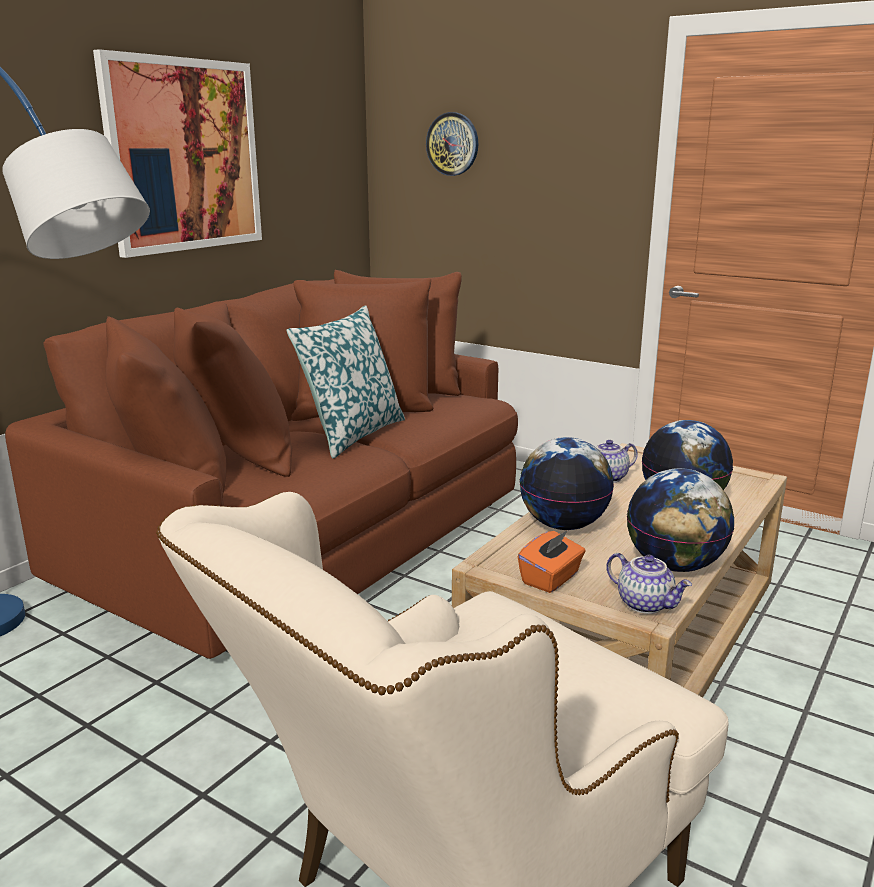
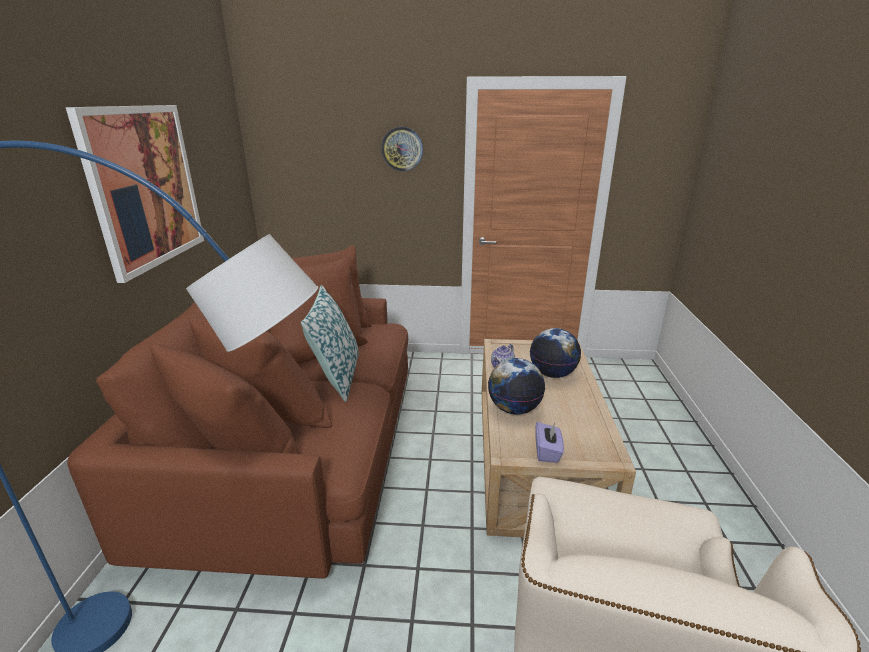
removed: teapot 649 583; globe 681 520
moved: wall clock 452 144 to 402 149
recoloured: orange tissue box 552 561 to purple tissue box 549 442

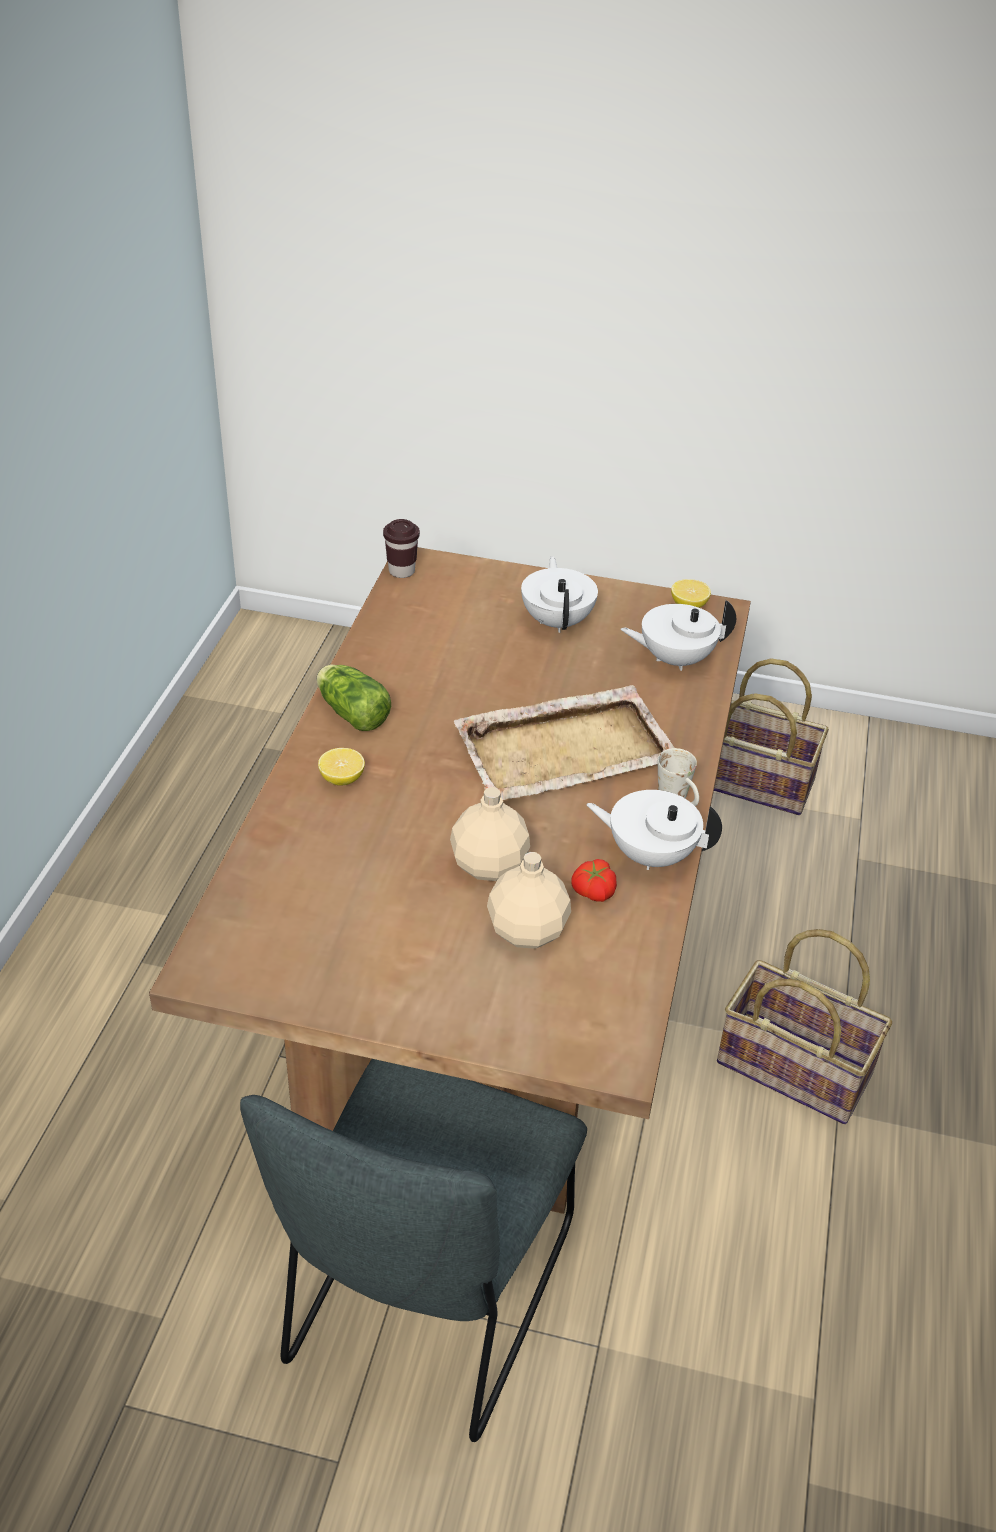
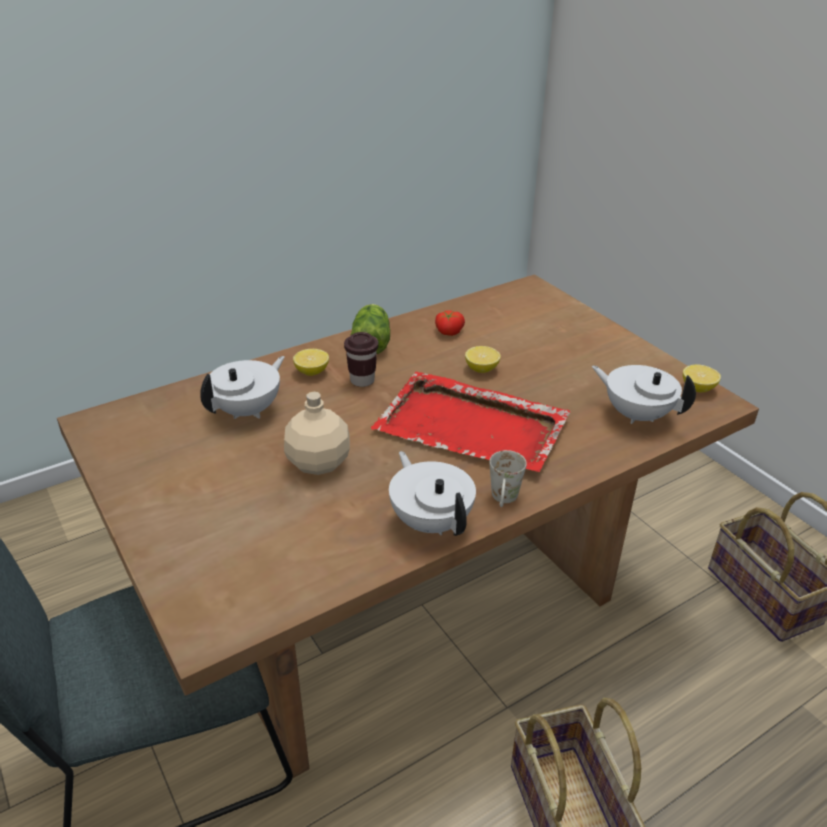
removed: beige bottle 529 900
added: lemon 483 359
moved: white teapot 559 594 to 242 387; brown cup 401 548 to 361 359; tomato 594 880 to 450 323
recoloured: beige tray 564 742 to red tray 470 422

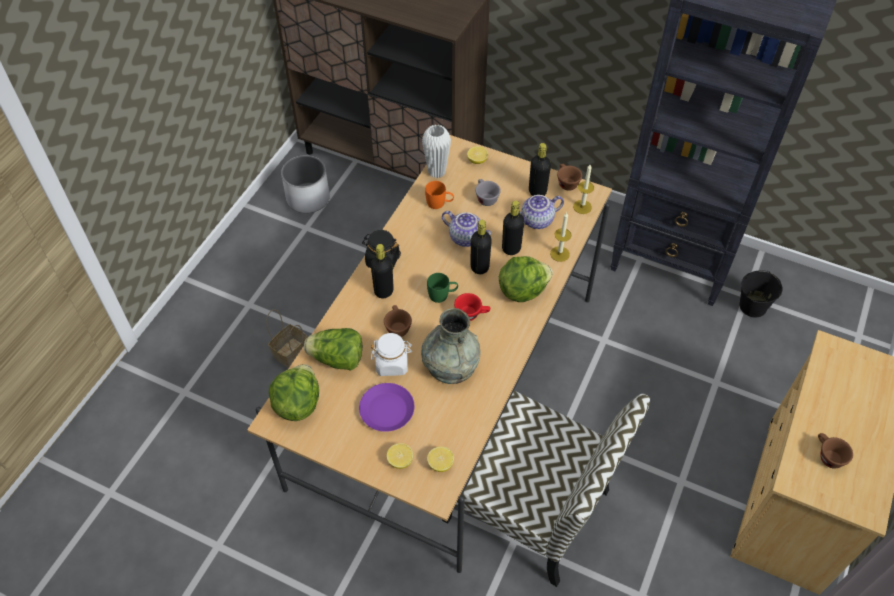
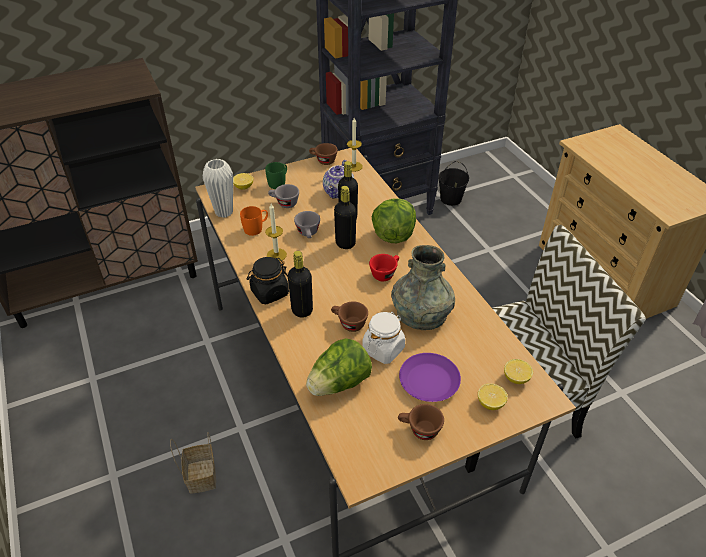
removed: lettuce 294 392; white planter 305 184; black bottle 540 169
moved: green mug 442 288 to 276 175; candle 560 237 to 276 232; brown cup 835 451 to 421 422
replaced: teapot 466 229 to grey cup 307 224

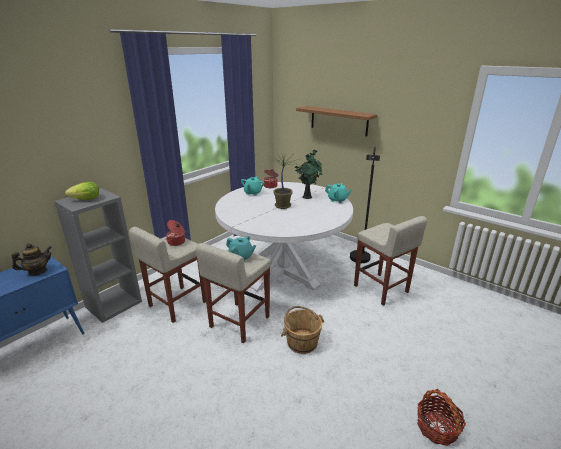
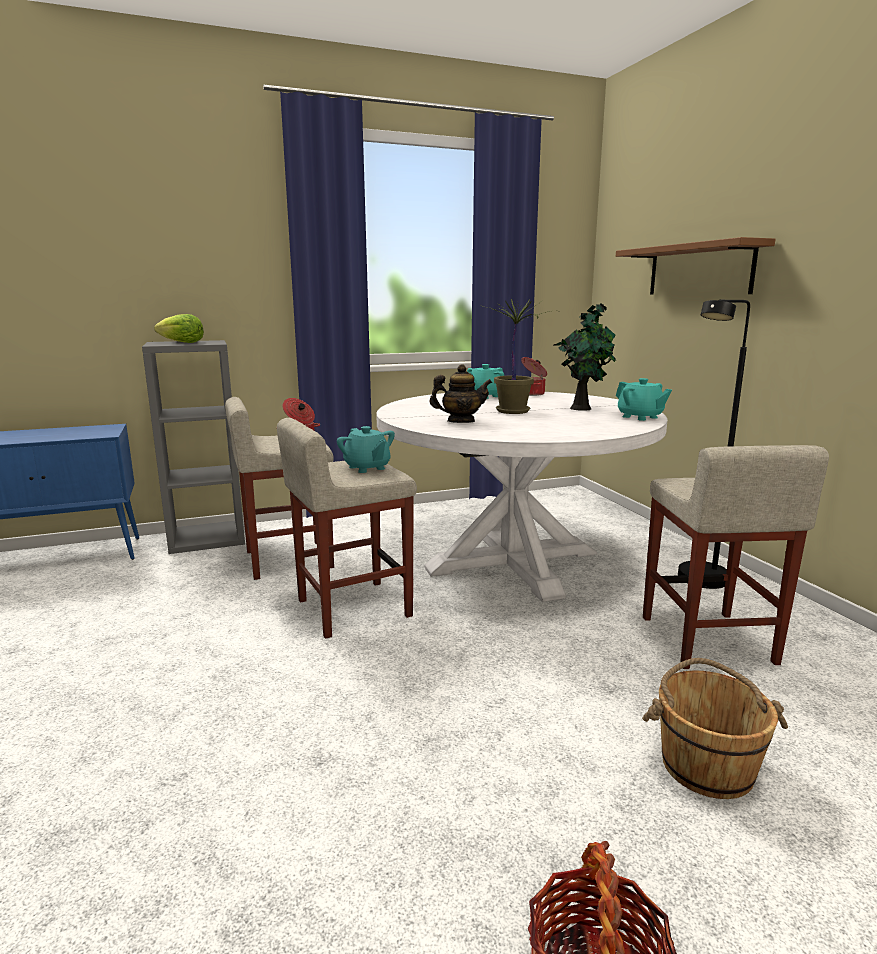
moved: teapot 31 259 to 460 393; brown bucket 302 330 to 715 728

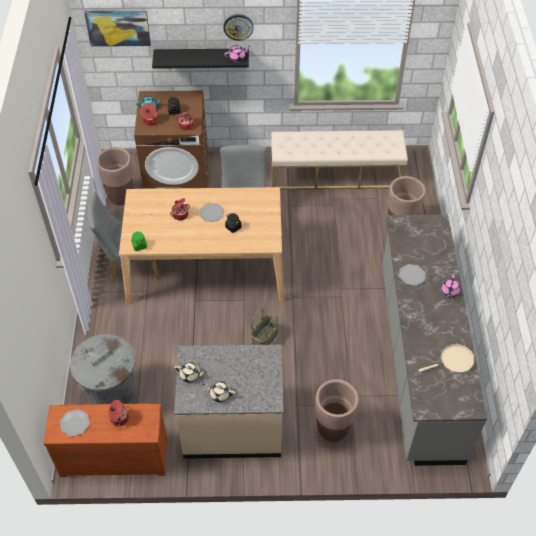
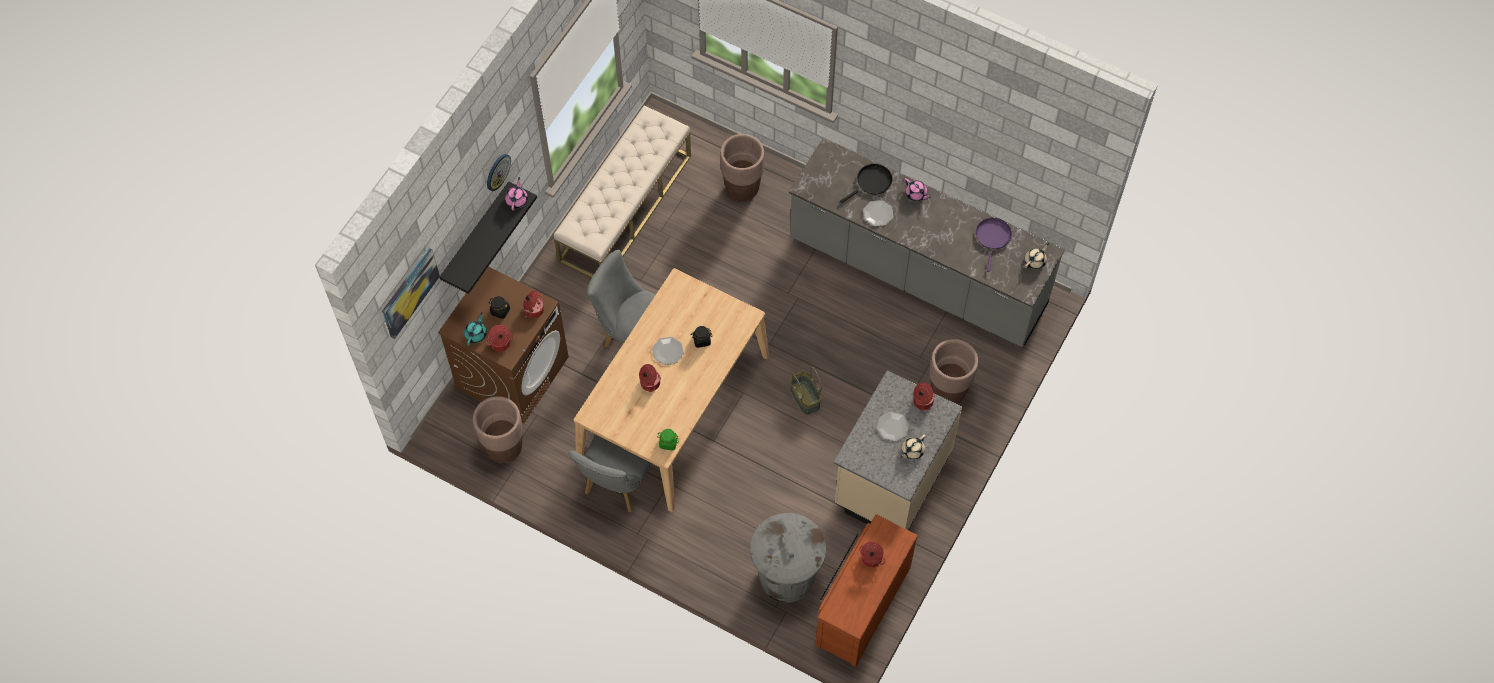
added: black frying pan 866 183; cooking pot 924 396
moved: plate 75 423 to 893 426; beige teapot 190 372 to 1036 256
recoloured: beige frying pan 447 358 to purple frying pan 994 245

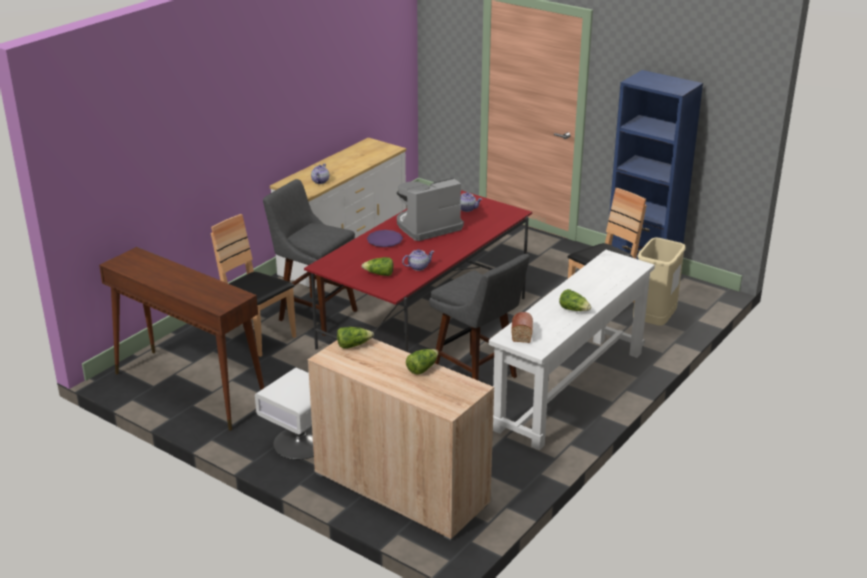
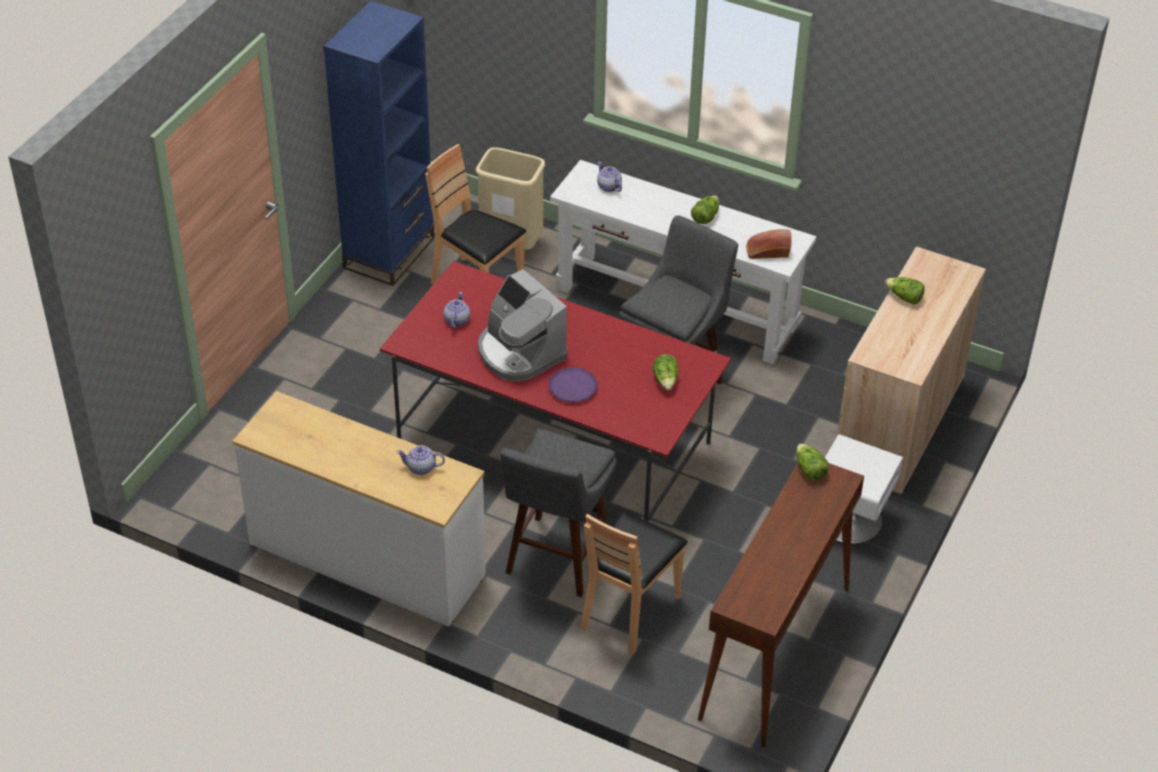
moved: teapot 418 260 to 609 177; lettuce 355 338 to 813 462

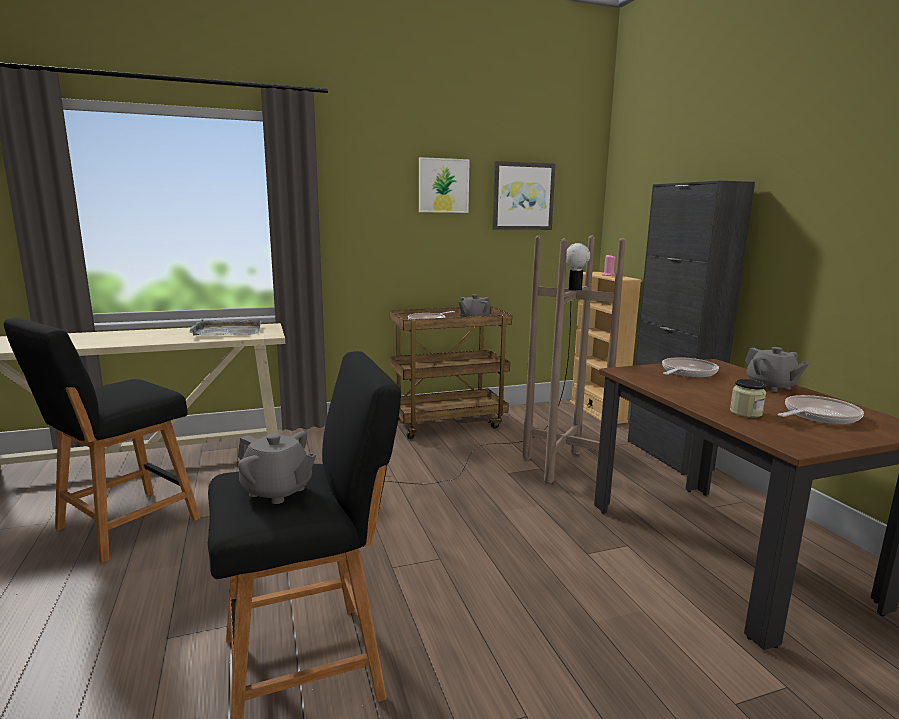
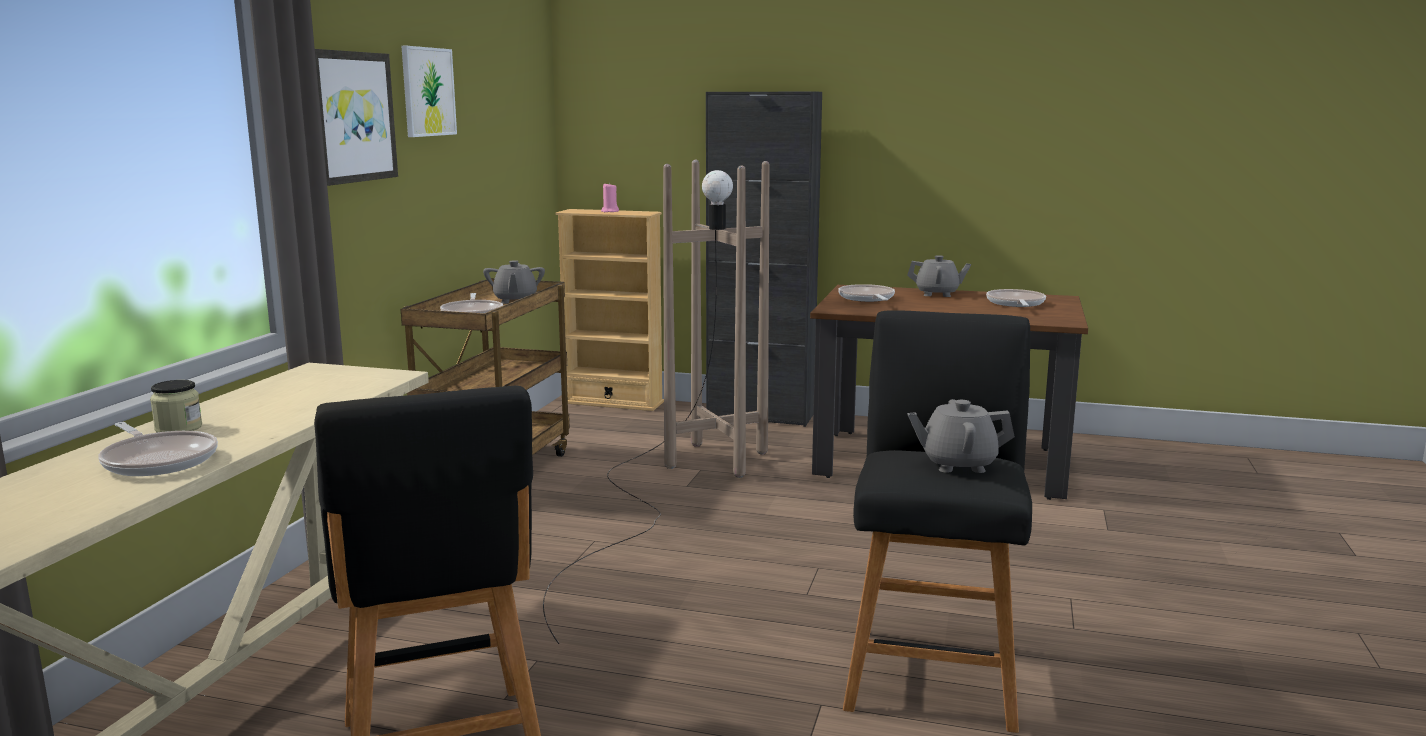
removed: grey tray 225 327
added: frying pan 158 449
moved: jar 748 398 to 176 406; picture 523 195 to 356 117
turned: grey teapot 277 467 = 961 436 150 degrees counterclockwise

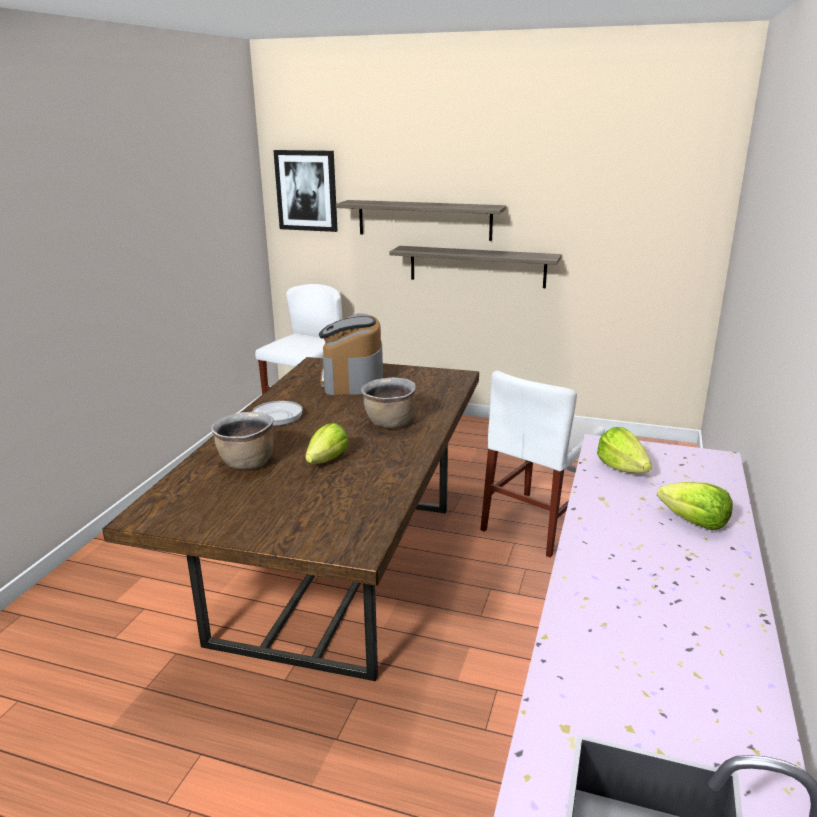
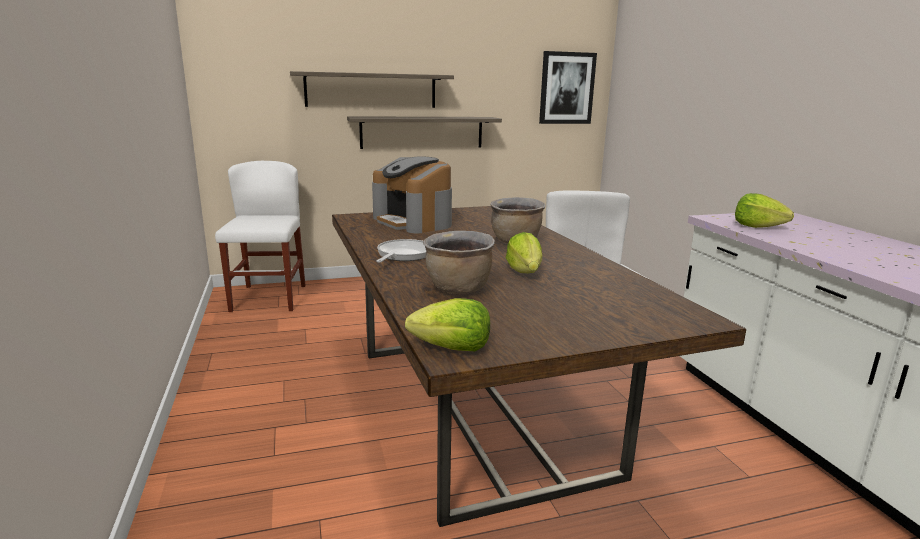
moved: lettuce 695 506 to 447 324; picture 305 191 to 568 87

